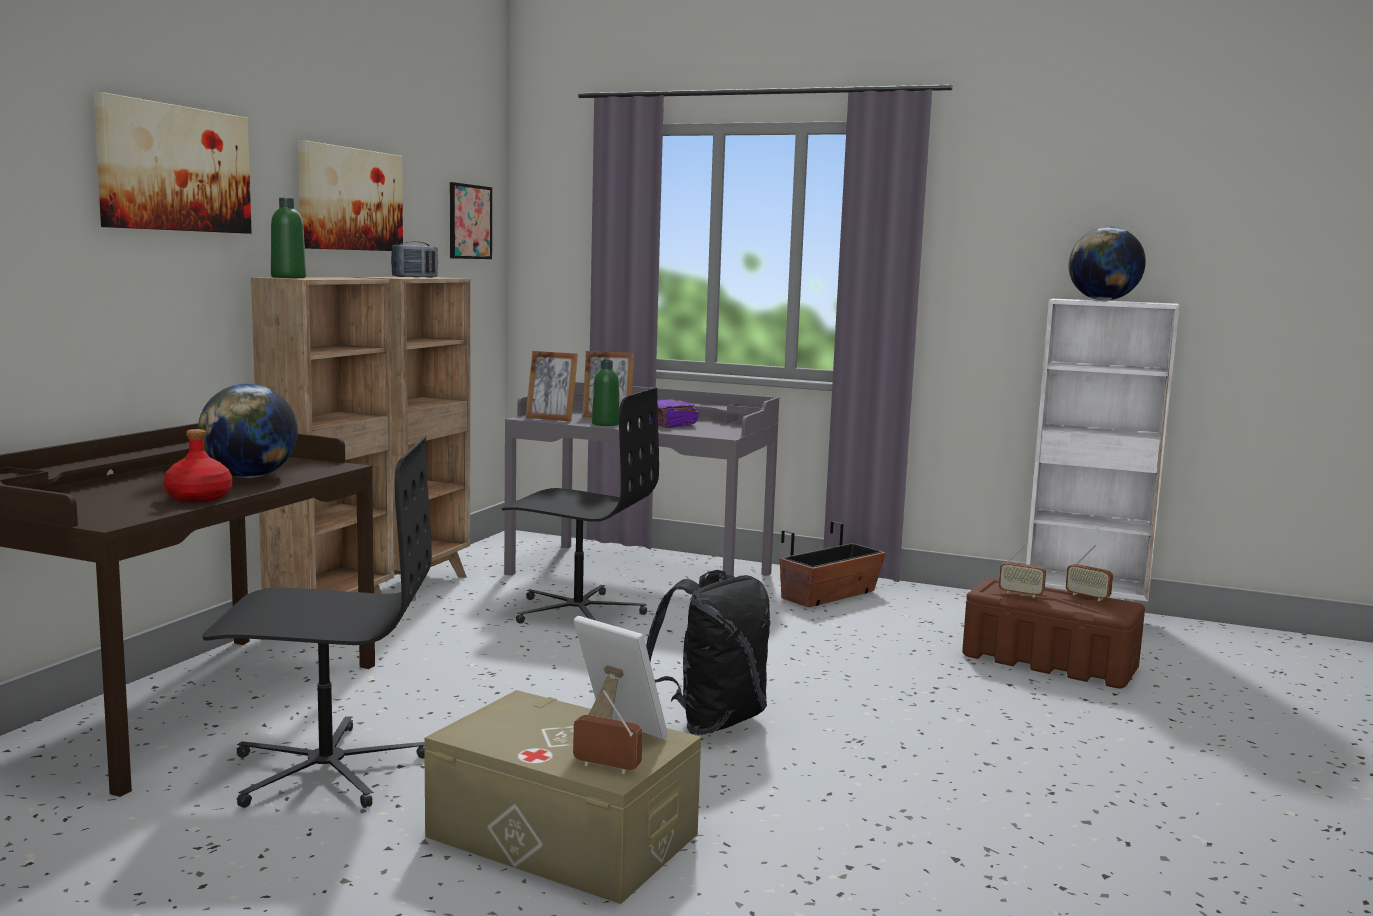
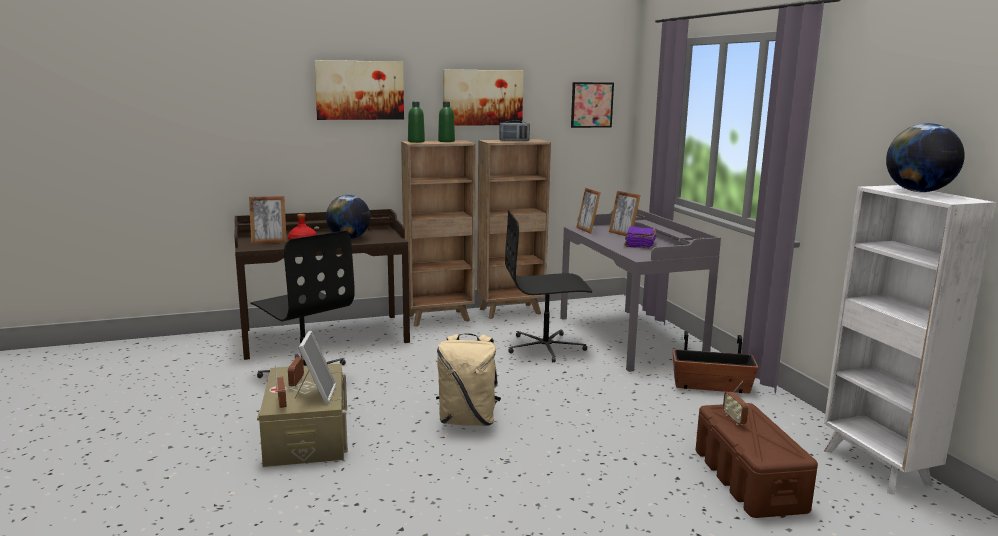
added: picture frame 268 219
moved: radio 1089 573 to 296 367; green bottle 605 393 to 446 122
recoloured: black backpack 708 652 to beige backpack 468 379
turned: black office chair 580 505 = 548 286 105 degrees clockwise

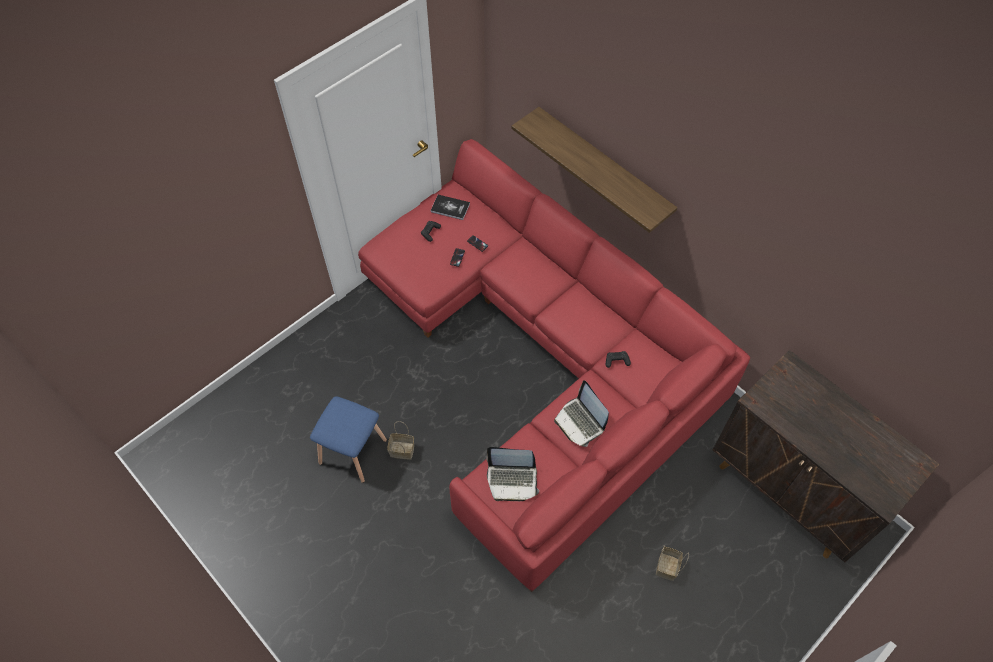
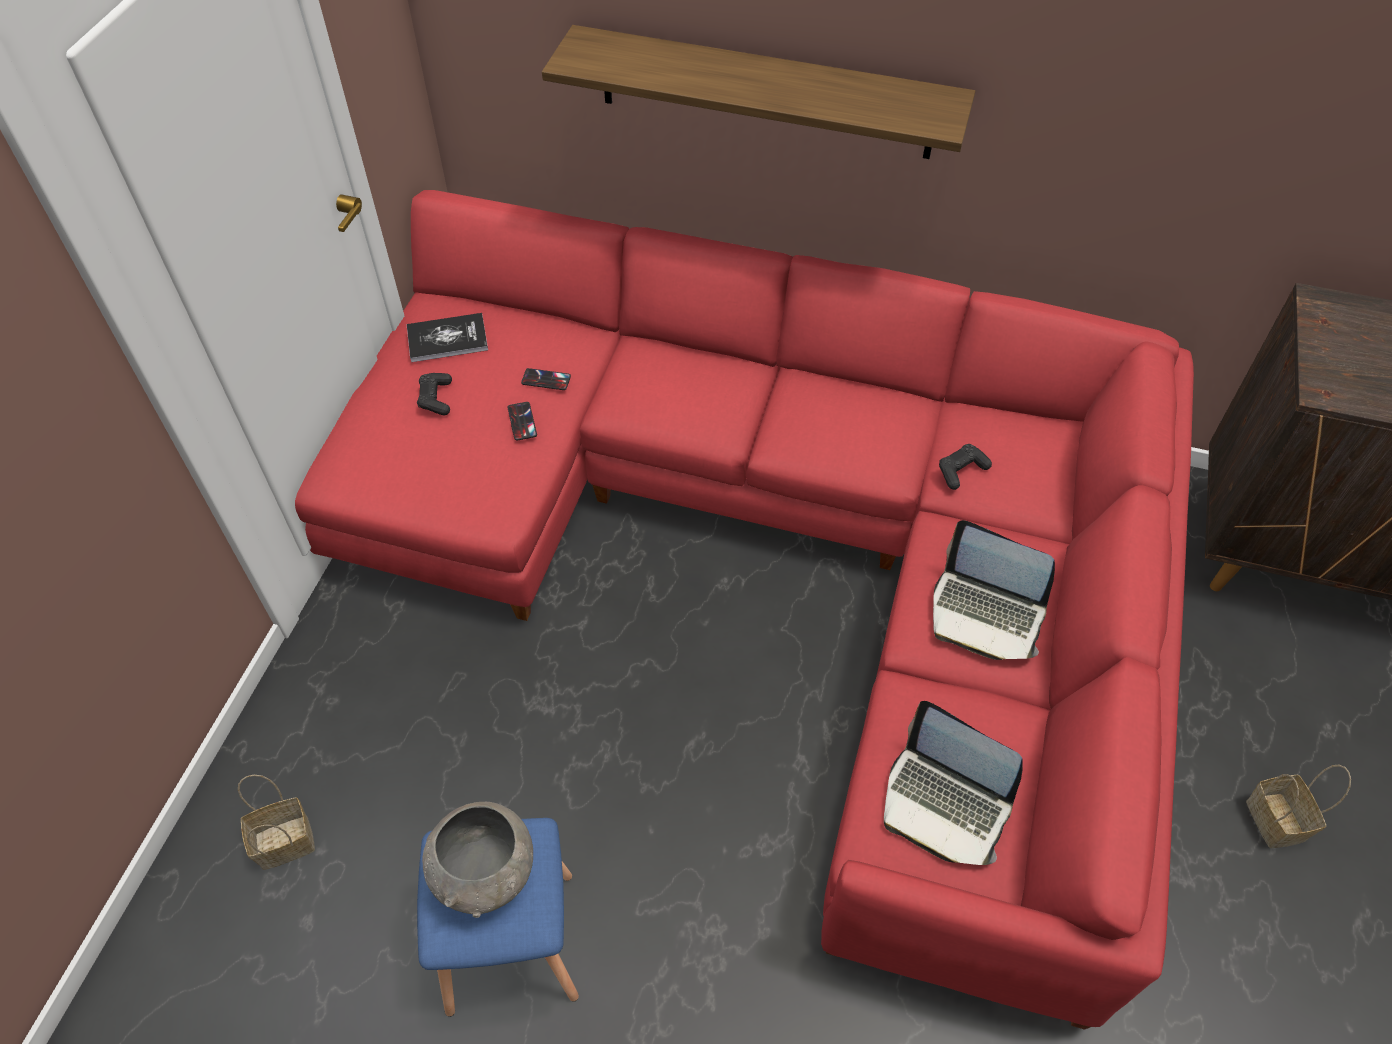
added: grey bowl 477 860
moved: basket 400 440 to 276 822
turned: laptop 512 474 = 953 783 60 degrees clockwise

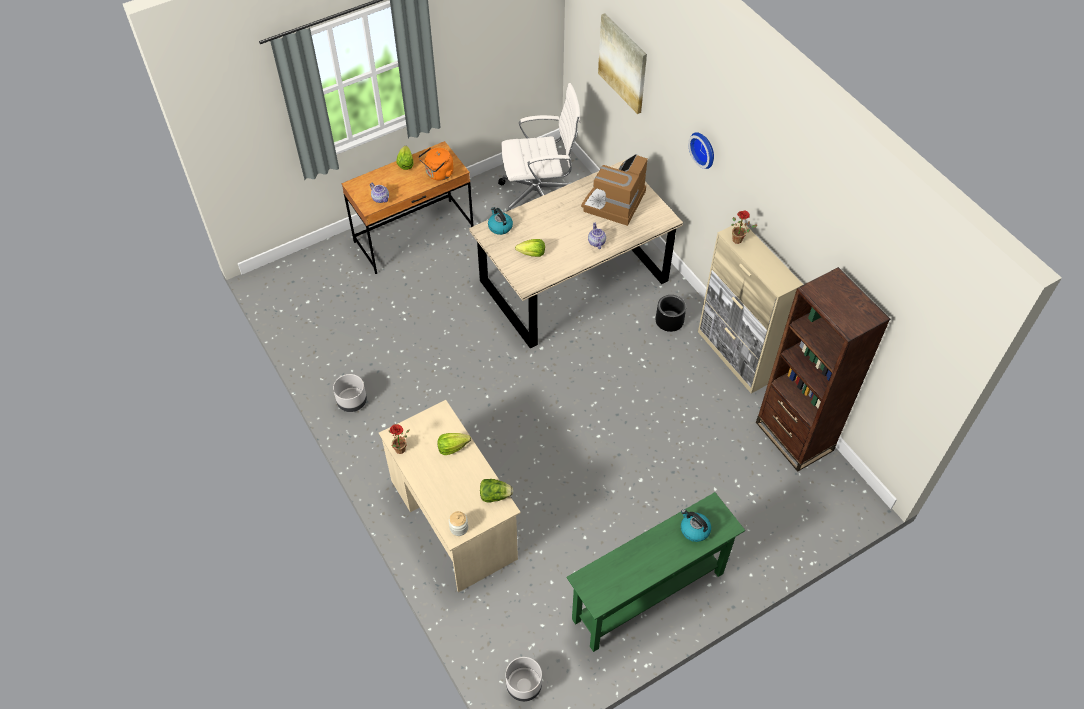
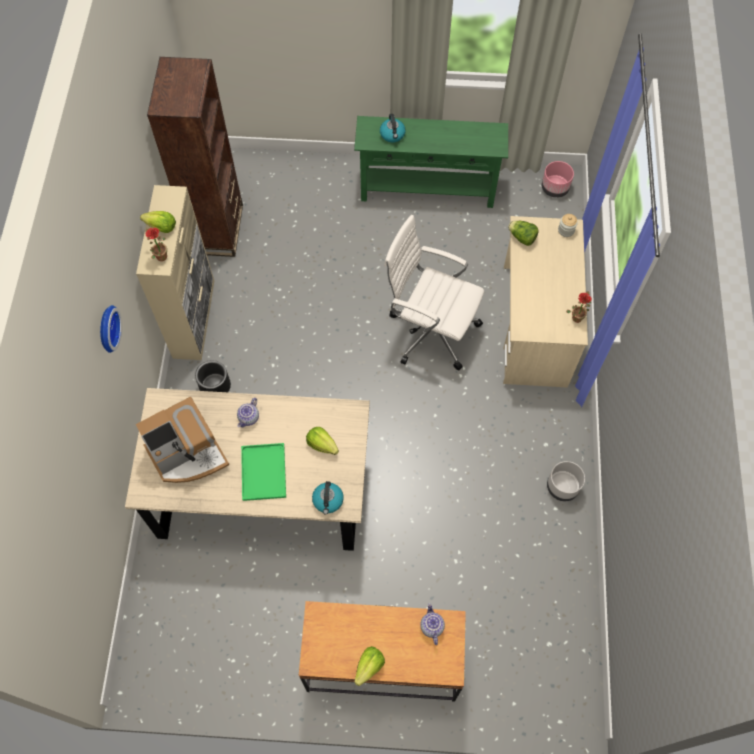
removed: orange kettle 436 164; picture 622 64
added: green tray 263 472
moved: lettuce 454 444 to 158 222; white office chair 539 147 to 434 292
recoloured: grey planter 524 679 to pink planter 558 179

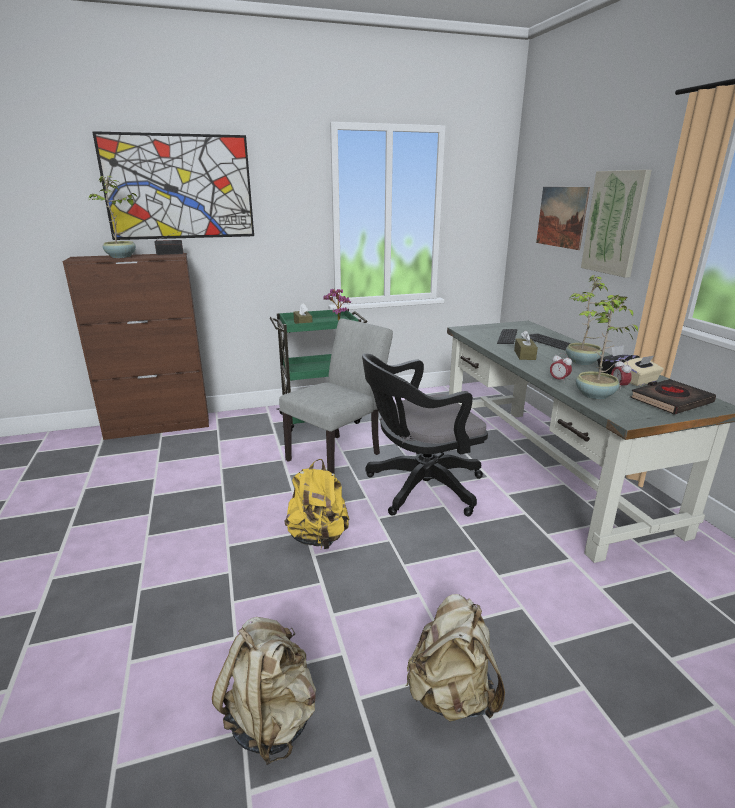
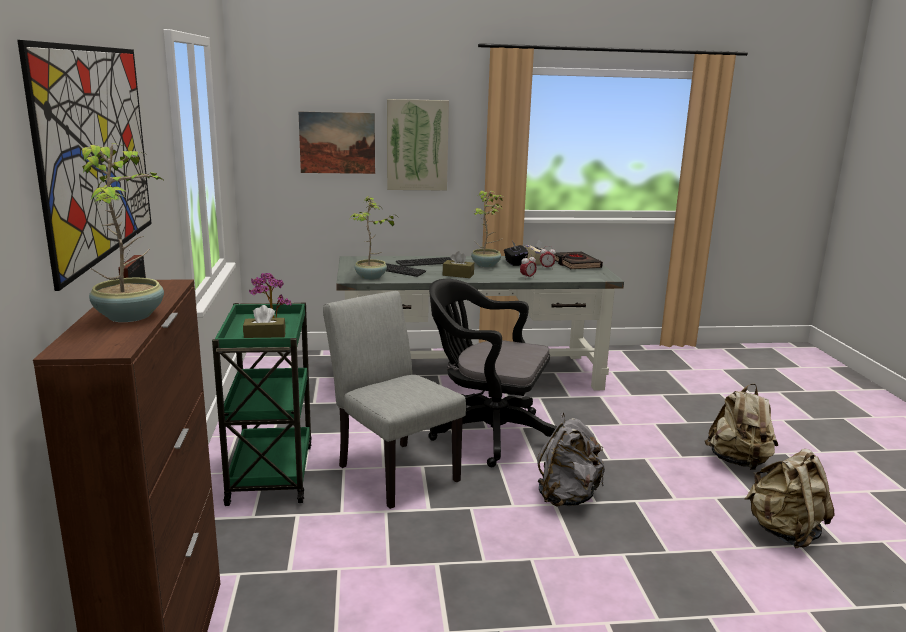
moved: potted plant 607 346 to 374 238
recoloured: yellow backpack 317 504 to grey backpack 571 459
turned: black office chair 425 434 = 492 373 120 degrees clockwise

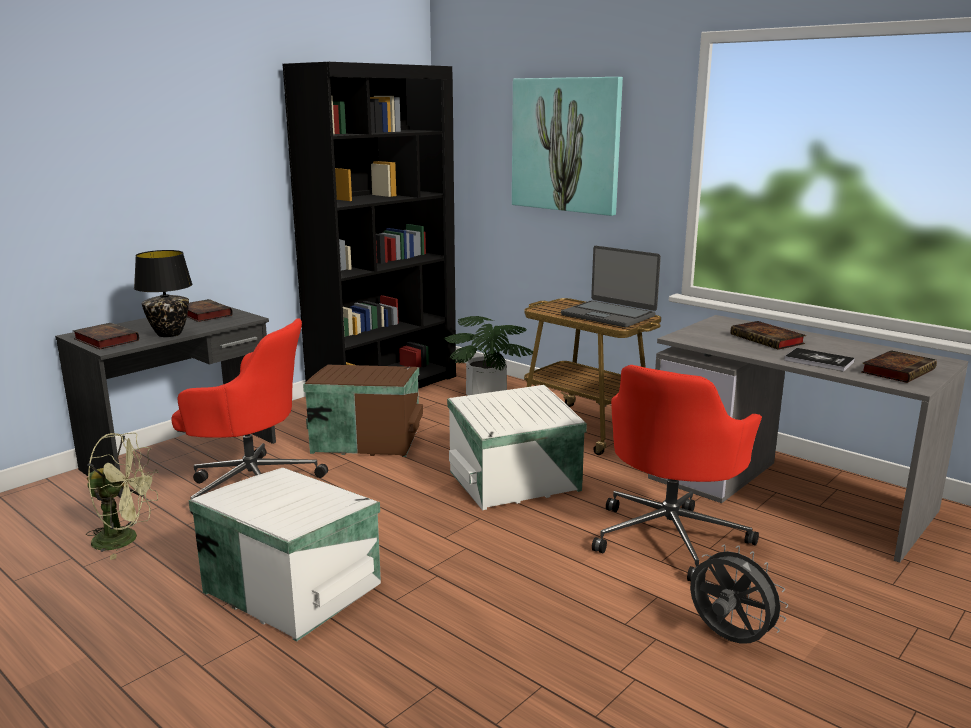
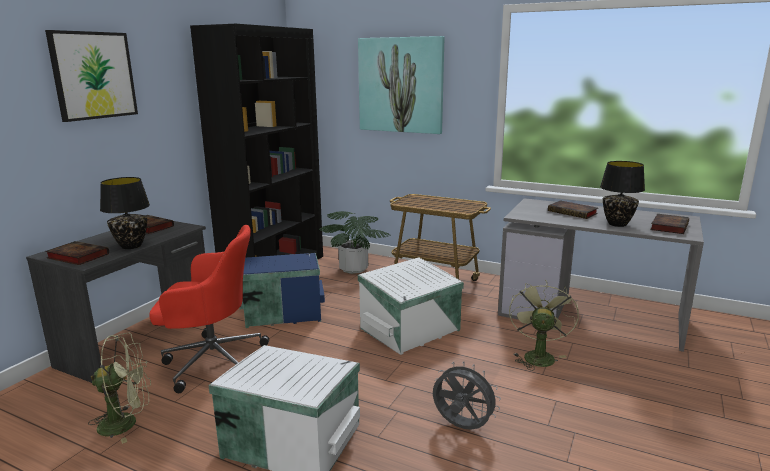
removed: laptop 611 286
added: picture 91 76
moved: grey fan 739 594 to 467 395
replaced: red office chair 677 473 to green fan 544 325; book 819 360 to black table lamp 622 194
recoloured: brown storage box 363 411 to blue storage box 282 290

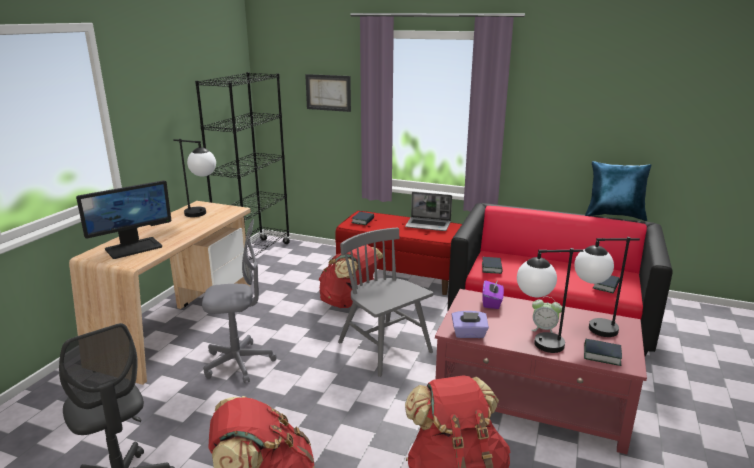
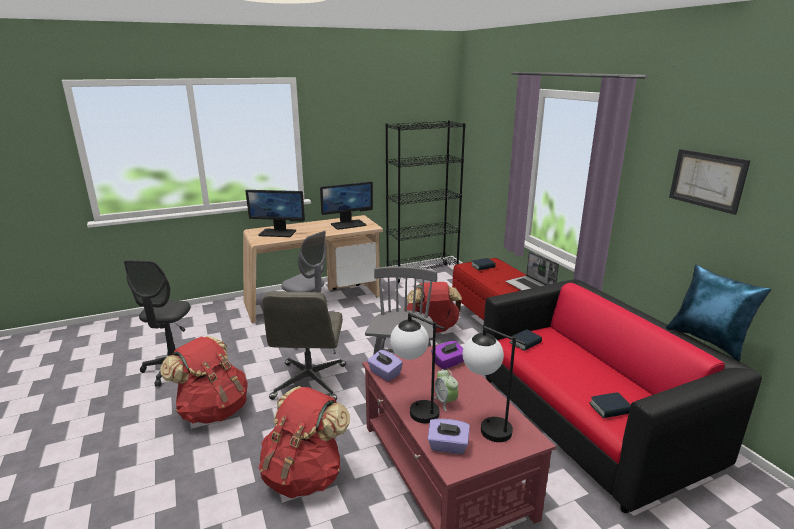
added: grey office chair 304 345
moved: picture 328 93 to 710 182
replaced: table lamp 194 178 to monitor 346 205; book 603 352 to purple tissue box 449 436

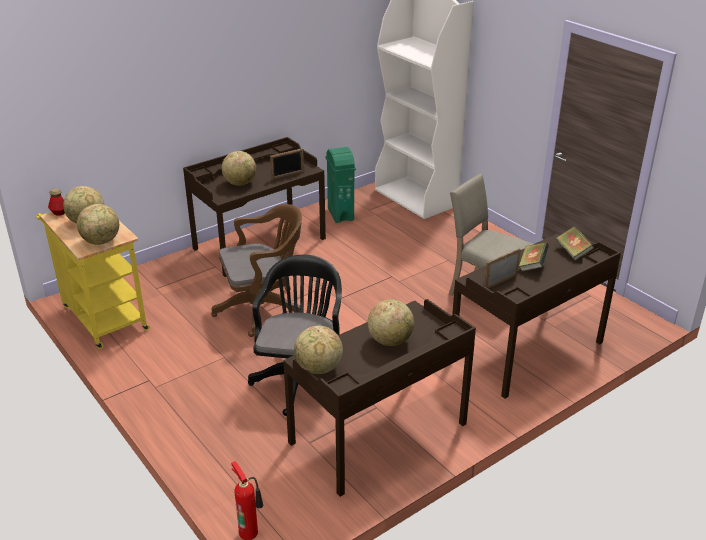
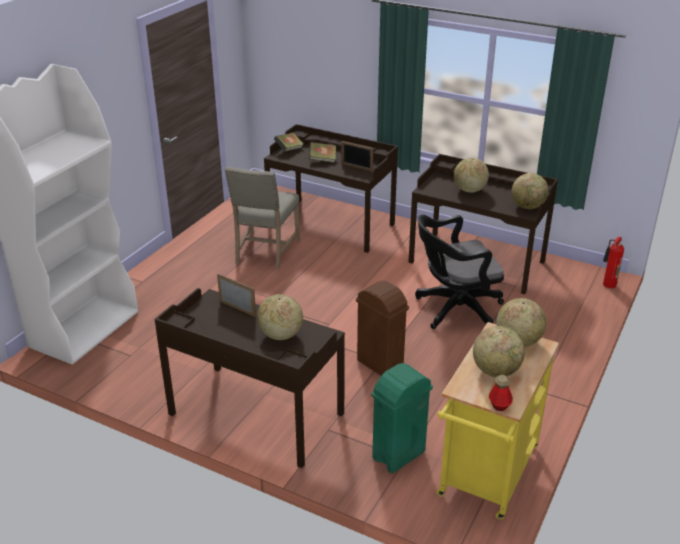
moved: green trash can 341 185 to 402 418
replaced: brown office chair 256 270 to brown trash can 382 328

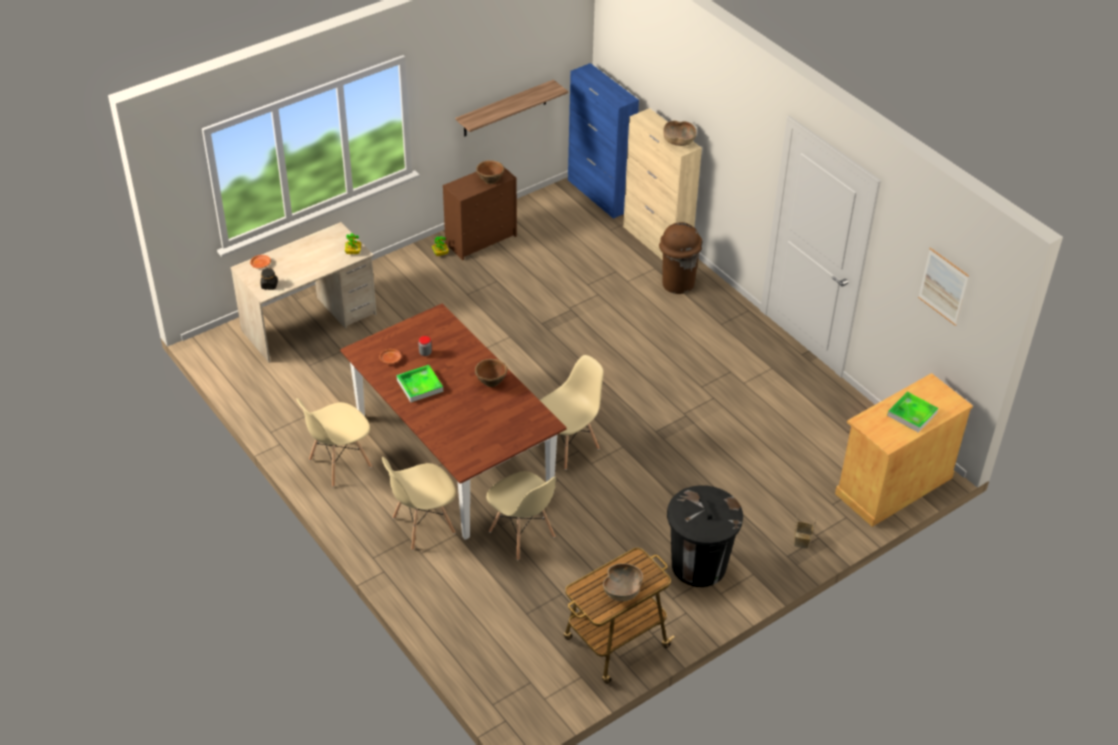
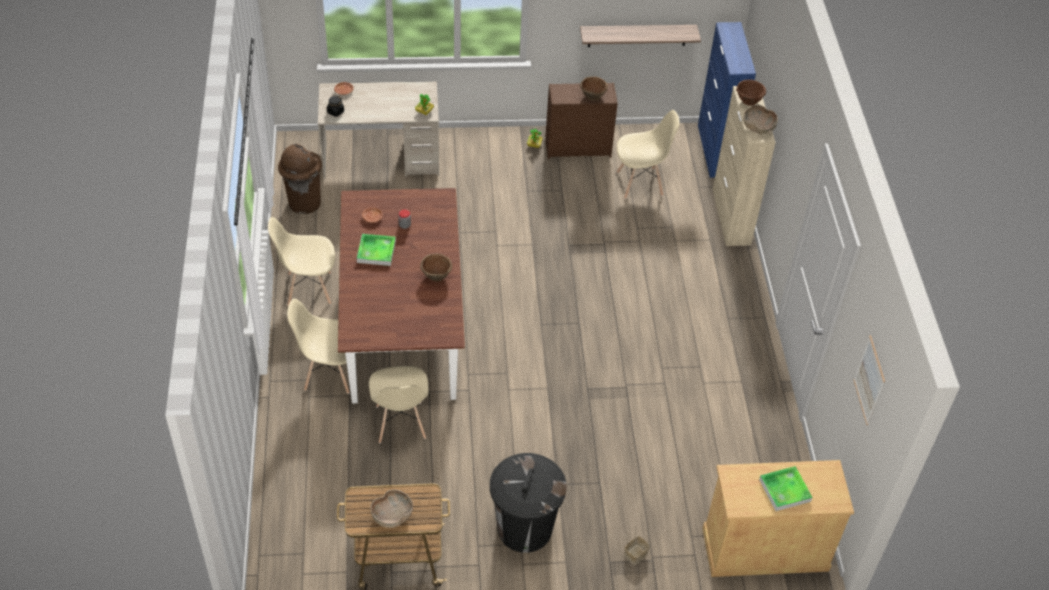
added: brown bowl 751 93
moved: brown trash can 681 258 to 300 179; beige chair 570 412 to 648 154

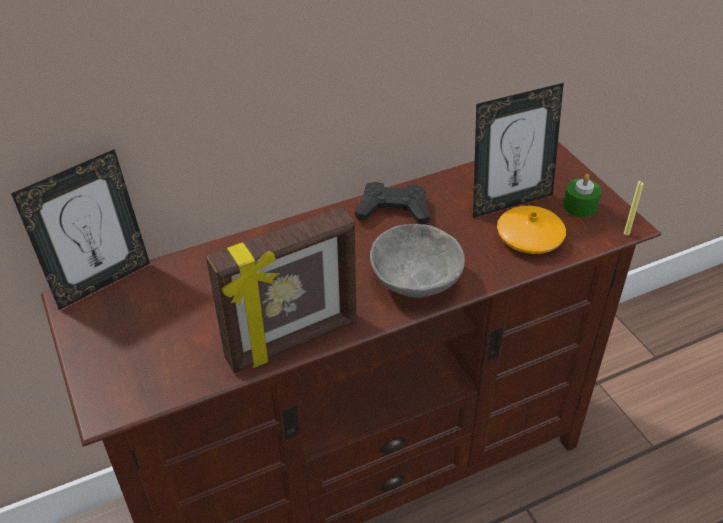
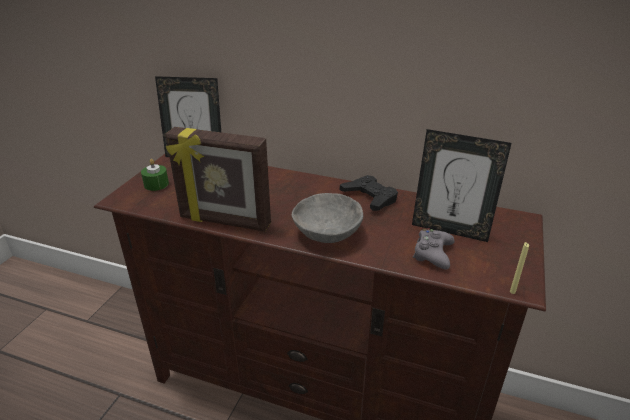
moved: green candle 582 195 to 155 175
replaced: orange vase 531 230 to grey game controller 433 249

